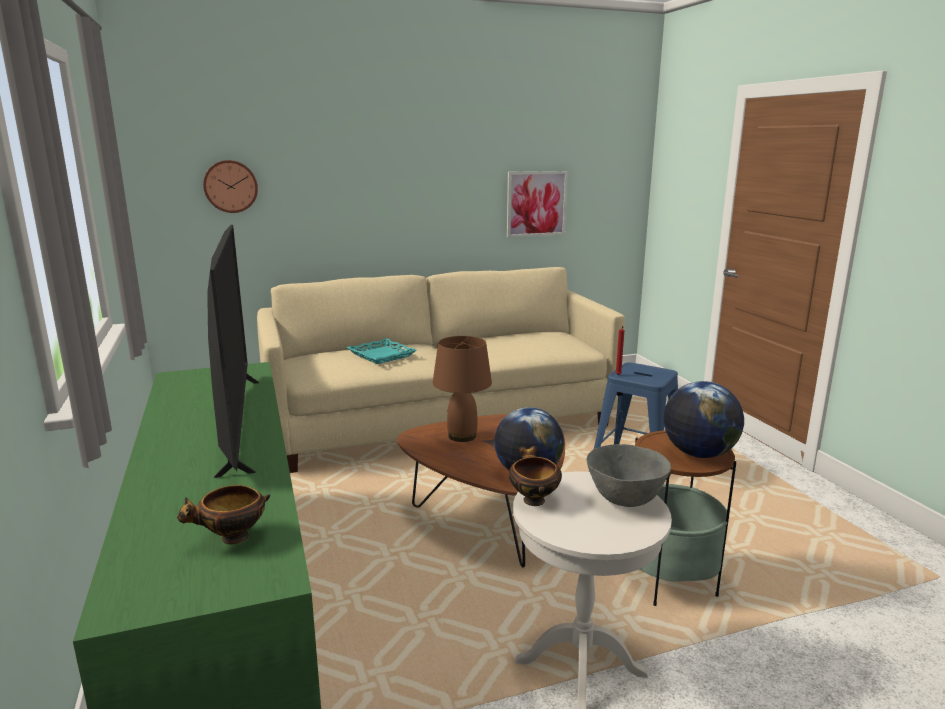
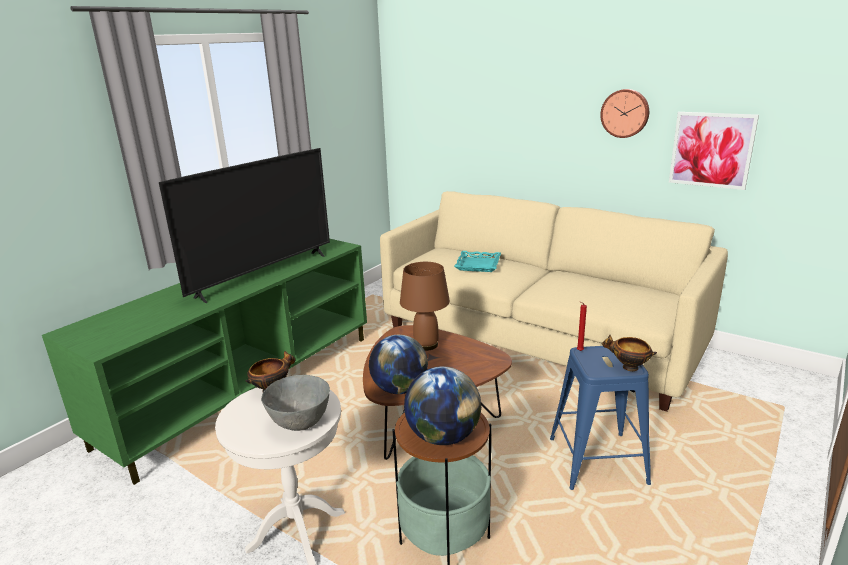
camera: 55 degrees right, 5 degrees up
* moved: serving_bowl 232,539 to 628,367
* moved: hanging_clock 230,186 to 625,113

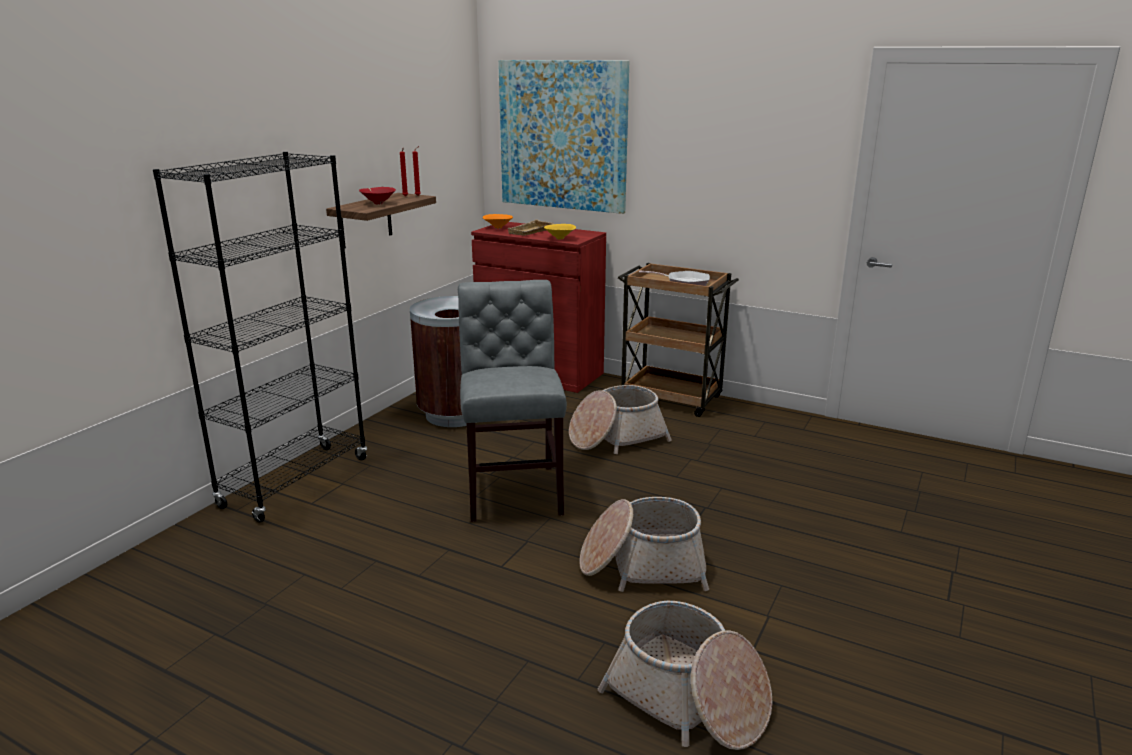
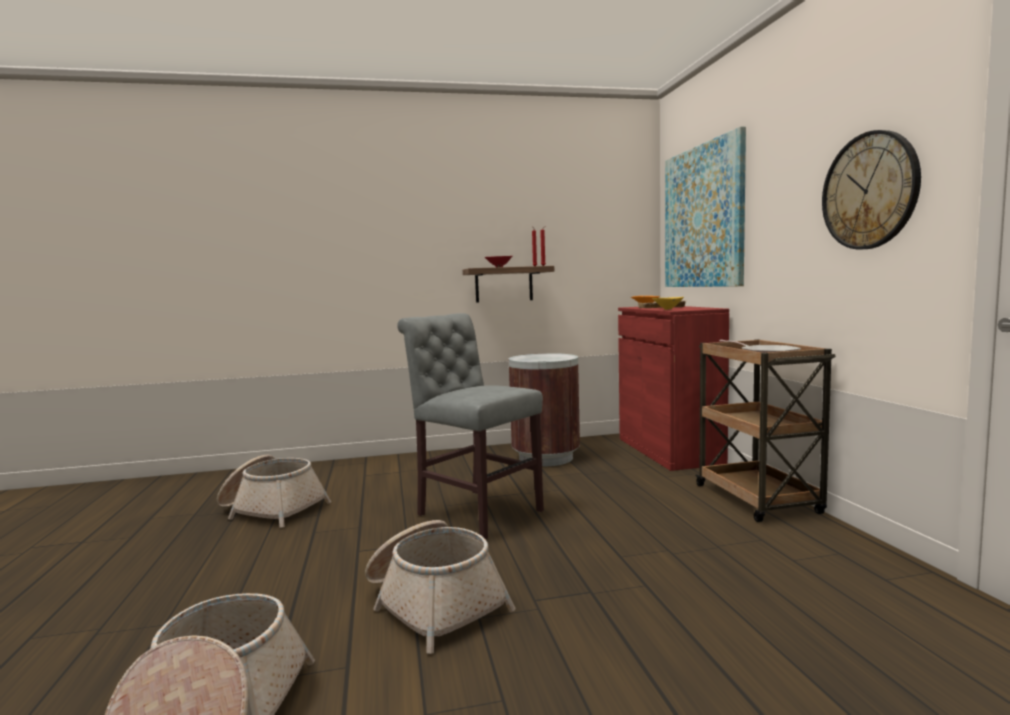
camera: 50 degrees right, 15 degrees down
* removed: black_shelving_unit 295,482
* turned: greyish_upright_chair 513,489 = 475,511 90 degrees counterclockwise
* moved: household_basket 616,437 to 271,509
* added: hanging_clock 869,191

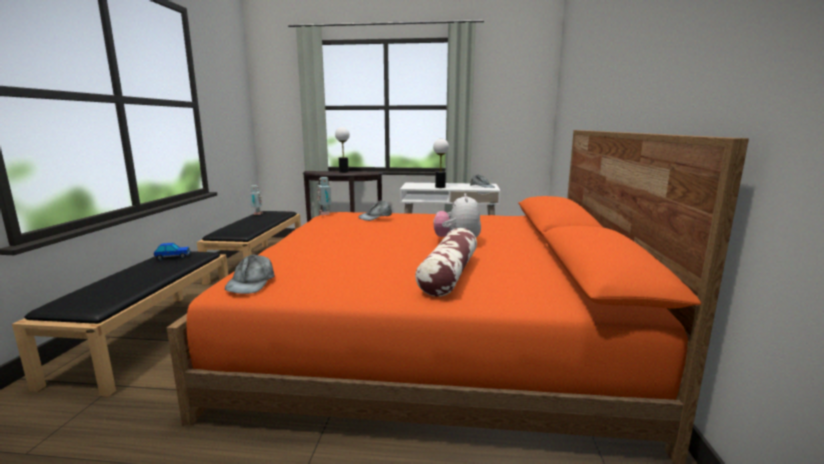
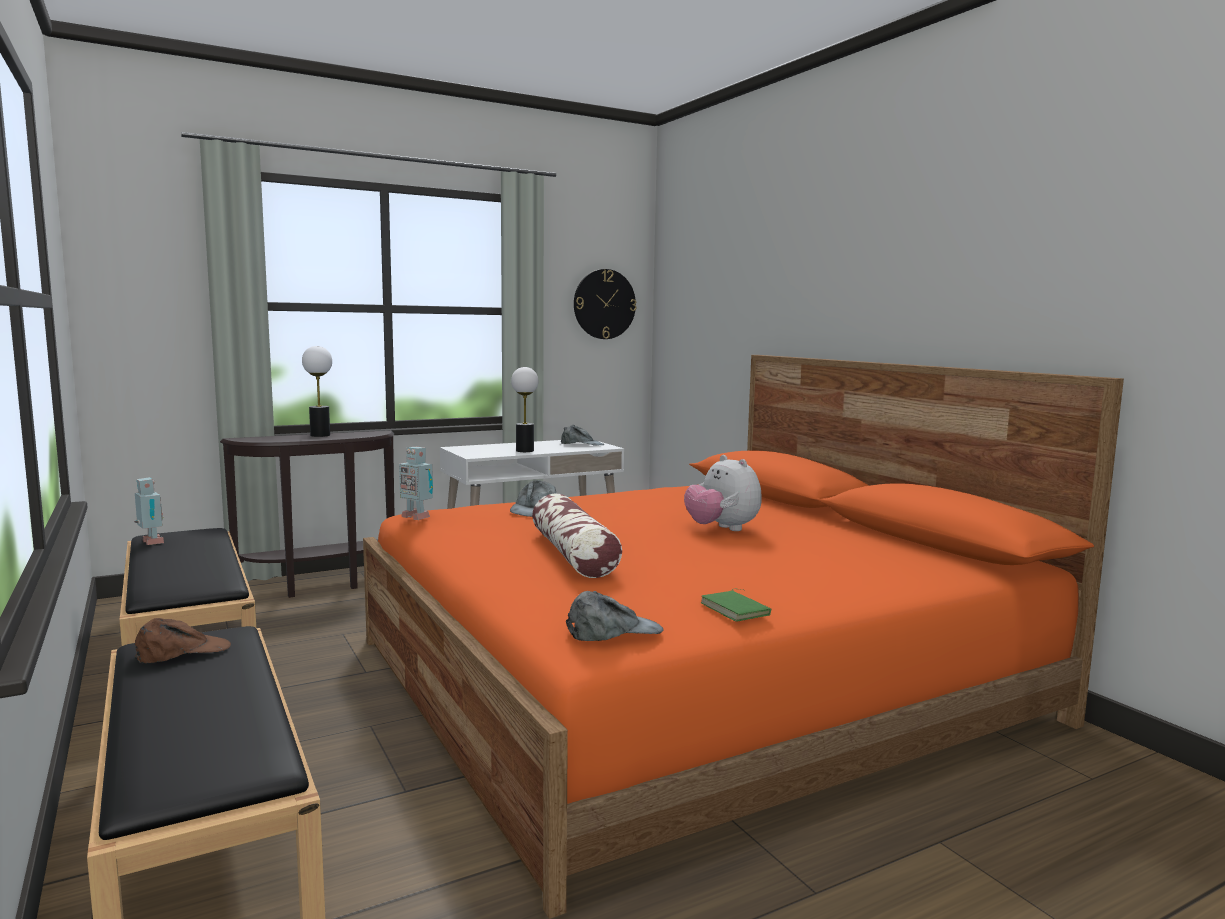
camera: 35 degrees left, 5 degrees down
* replaced: toy_car 173,257 to brown_cap 183,651
* turned: greyish_cap 251,282 = 613,631 75 degrees counterclockwise
* moved: cushion 449,274 to 573,555
* added: hanging_clock 604,304
* added: green_book 737,609

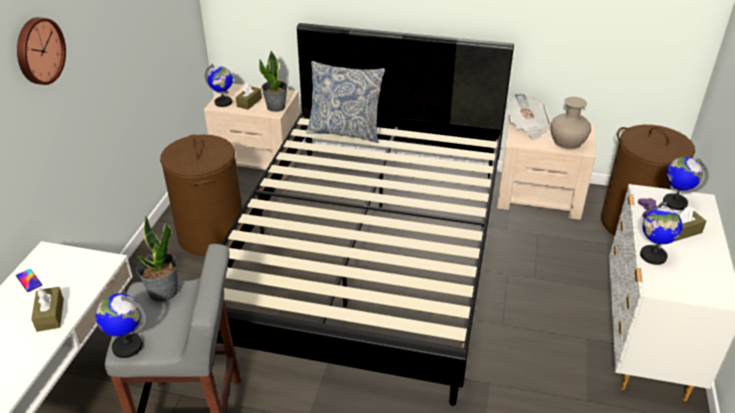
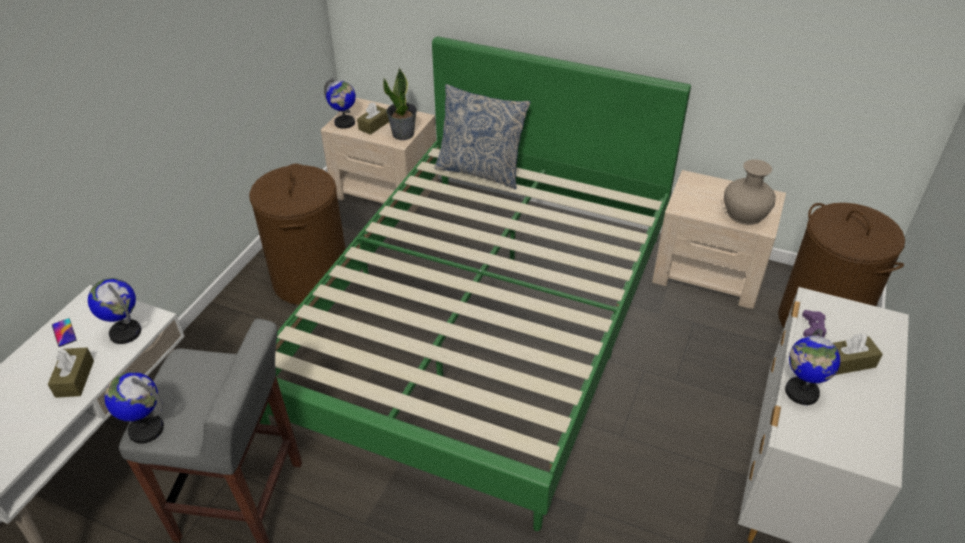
camera: 10 degrees right, 5 degrees up
* removed: hanging_clock 38,51
* removed: potted_plant 163,292
* recoloured: black_sleeping_bed 368,252 to green_sleeping_bed 484,321
* removed: daily_paper 527,127
* moved: desk_globe 674,202 to 126,332

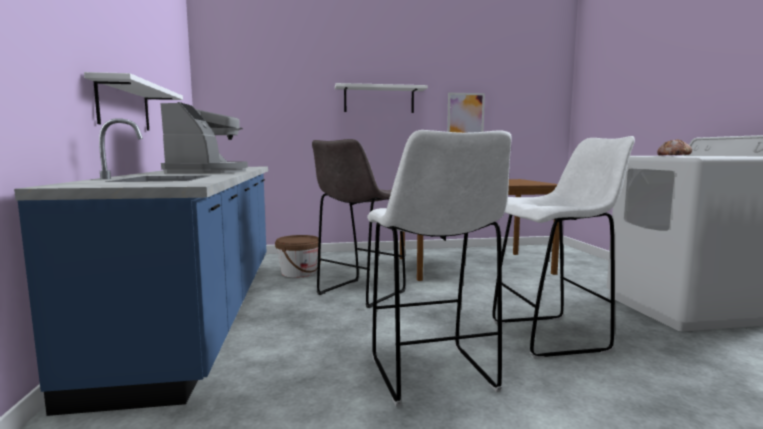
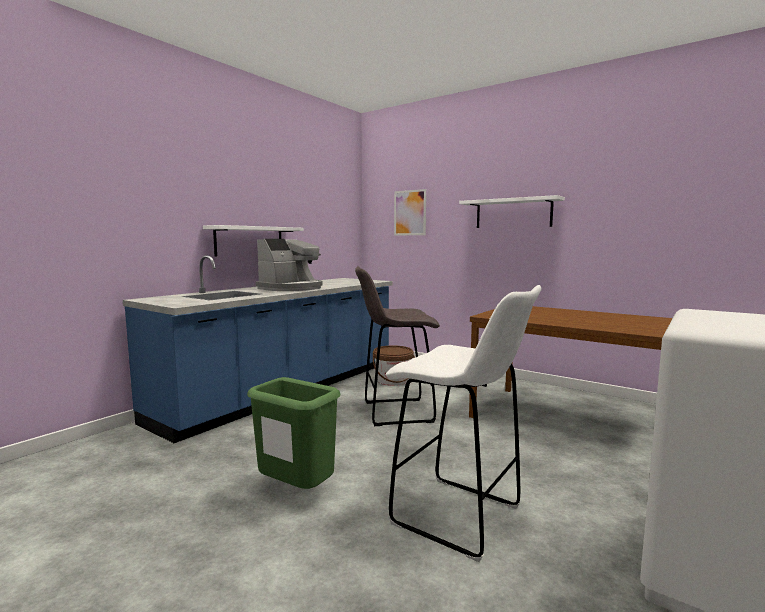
camera: 45 degrees right, 0 degrees up
* replaced: whitish_sitting_stool 432,376 to green_waste_bin 295,493
* moved: wall_art 465,116 to 410,213
* removed: baked_bread 673,155

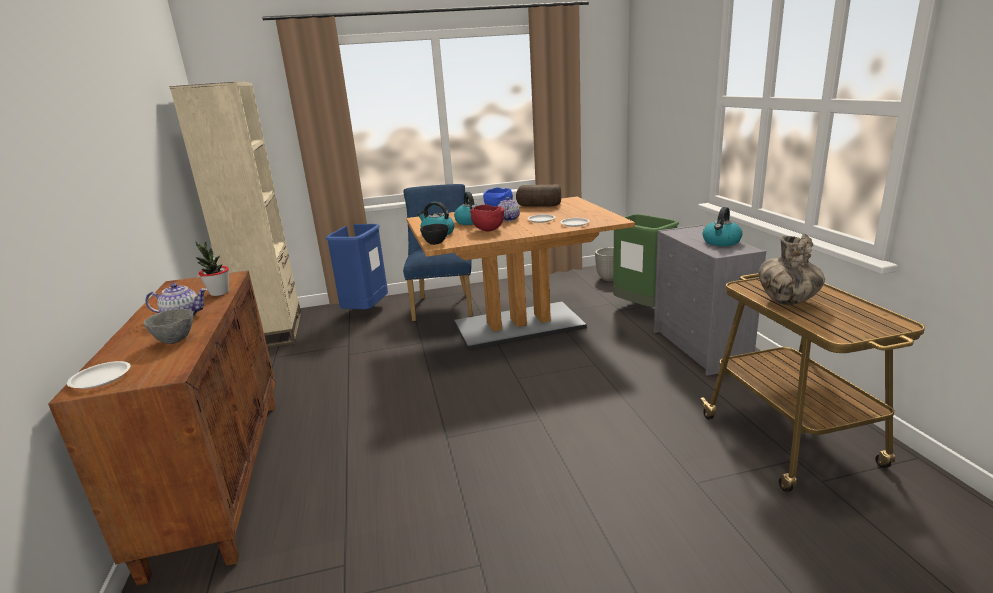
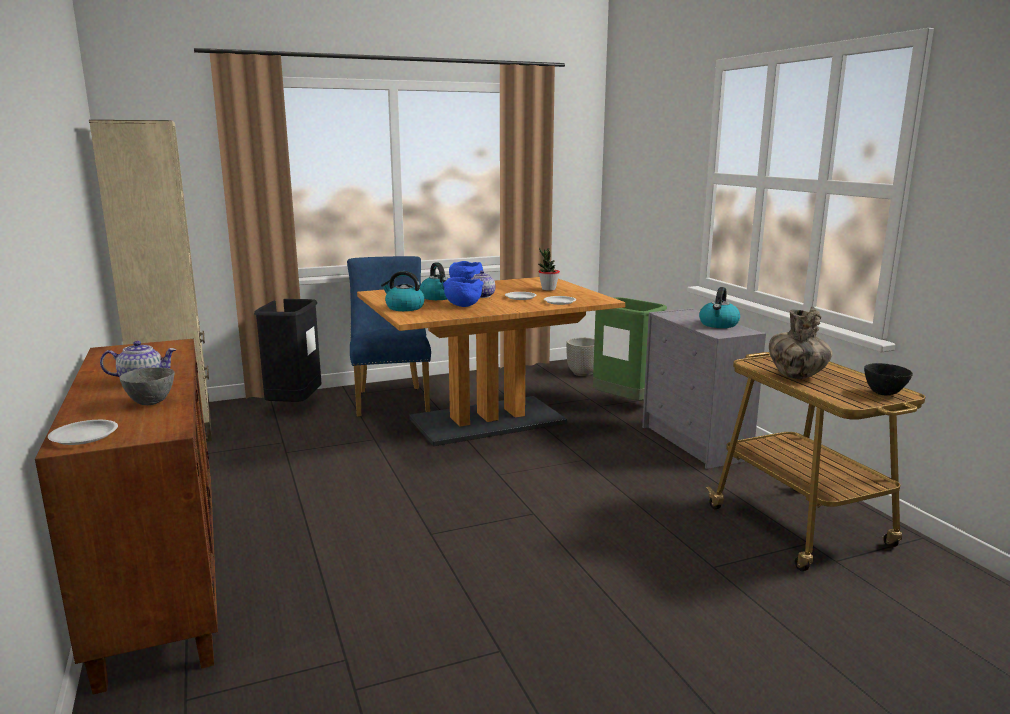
camera: 10 degrees left, 5 degrees down
* moved: potted_plant 219,293 to 548,289
* recoloured: blue-coloured_waste_bin 366,311 to black_waste_bin 295,406
* moved: black_serving_bowl 436,243 to 884,393
* recoloured: red-coloured_serving_bowl 487,230 to blue-coloured_serving_bowl 462,306
* removed: baked_bread 538,206

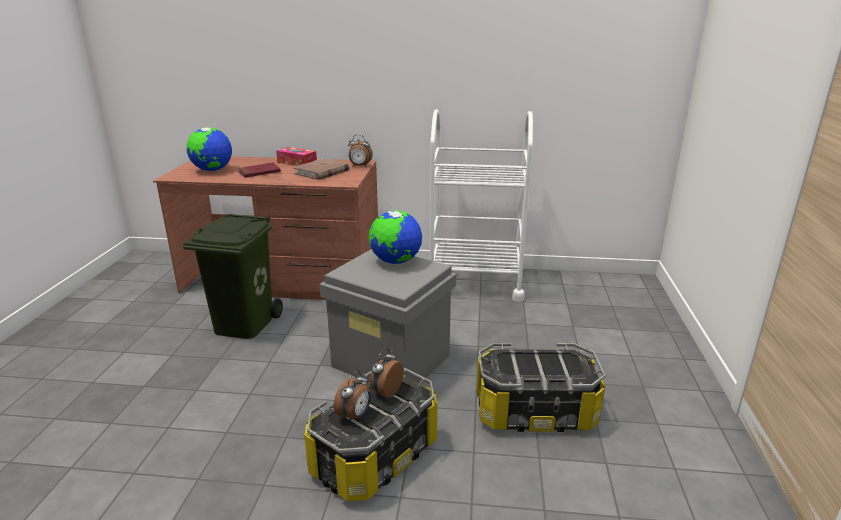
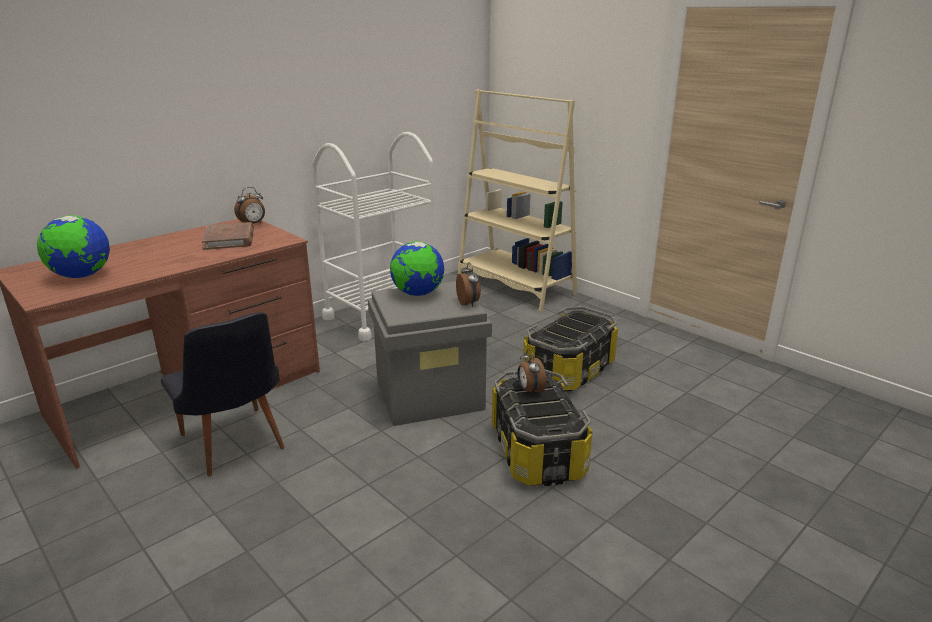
camera: 50 degrees left, 0 degrees up
* replaced: green_waste_bin 243,324 to black_upright_chair 235,447
* removed: red-coloured_book 259,172
* removed: box_of_tissues 297,162
* moved: alarm_clock 355,415 to 468,303
* added: beige-coloured_shelving_unit 515,286

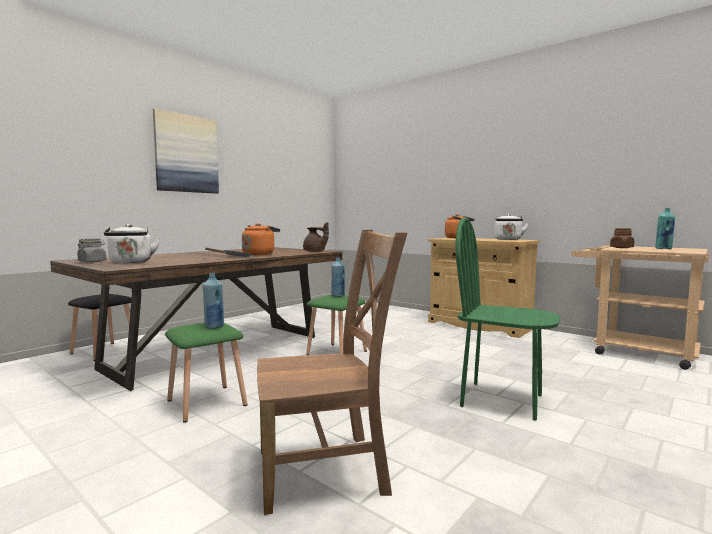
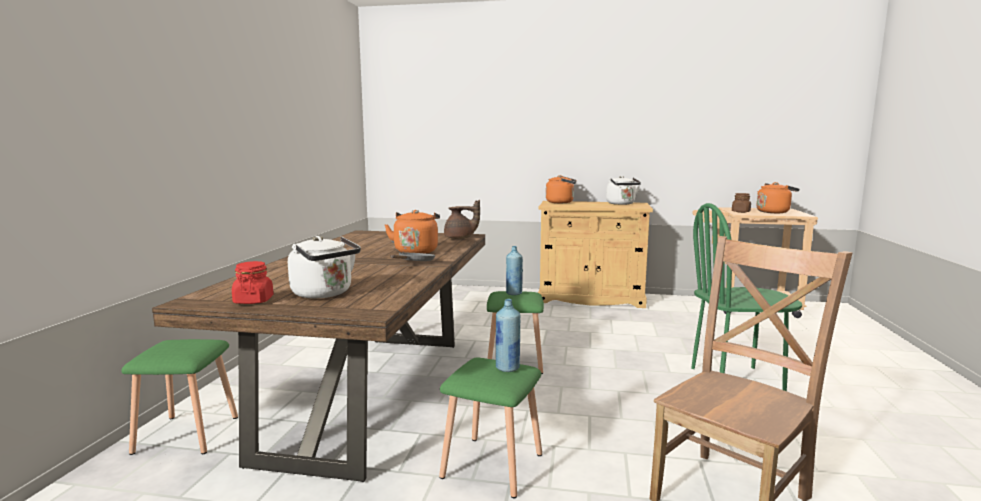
camera: 30 degrees left, 5 degrees up
* recoloured: black_sitting_stool 105,351 to green_sitting_stool 187,433
* recoloured: greyish_storage_jar 92,261 to red-coloured_storage_jar 253,301
* removed: wall_art 186,154
* replaced: turquoise-coloured_bottle 663,249 to orange_tea_kettle 774,212

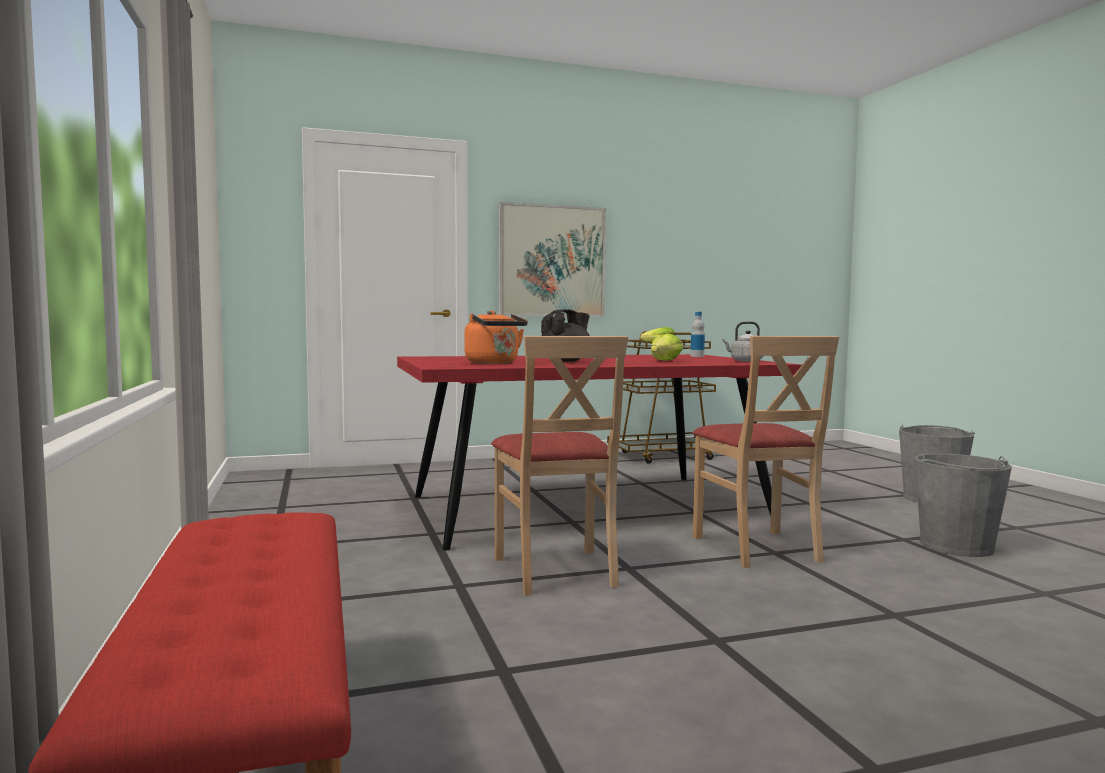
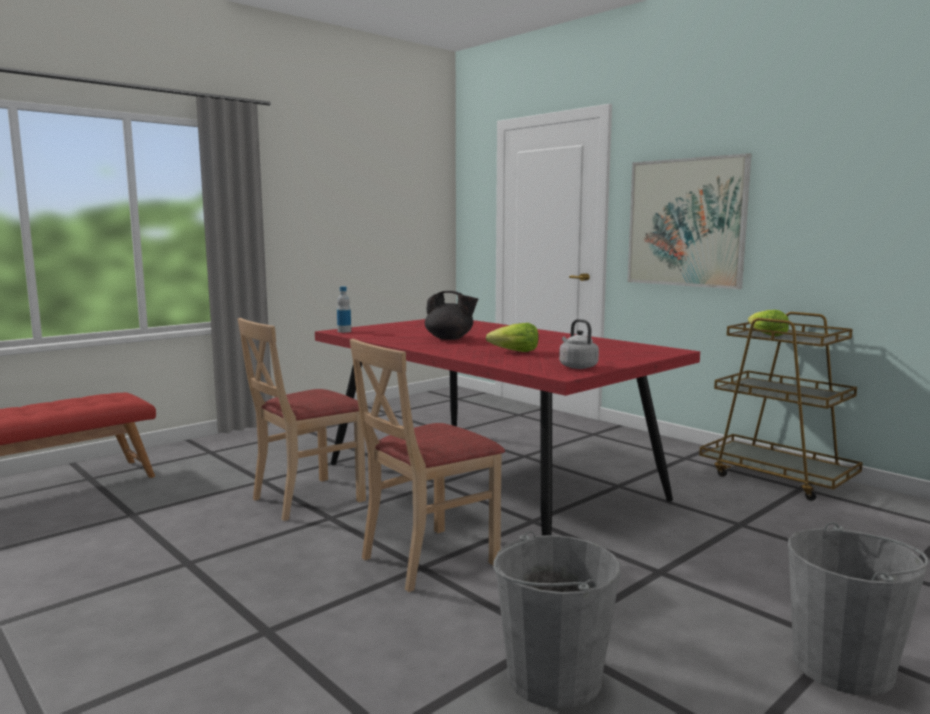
camera: 65 degrees right, 5 degrees up
* removed: orange_tea_kettle 494,363
* moved: bottle 697,356 to 344,331

